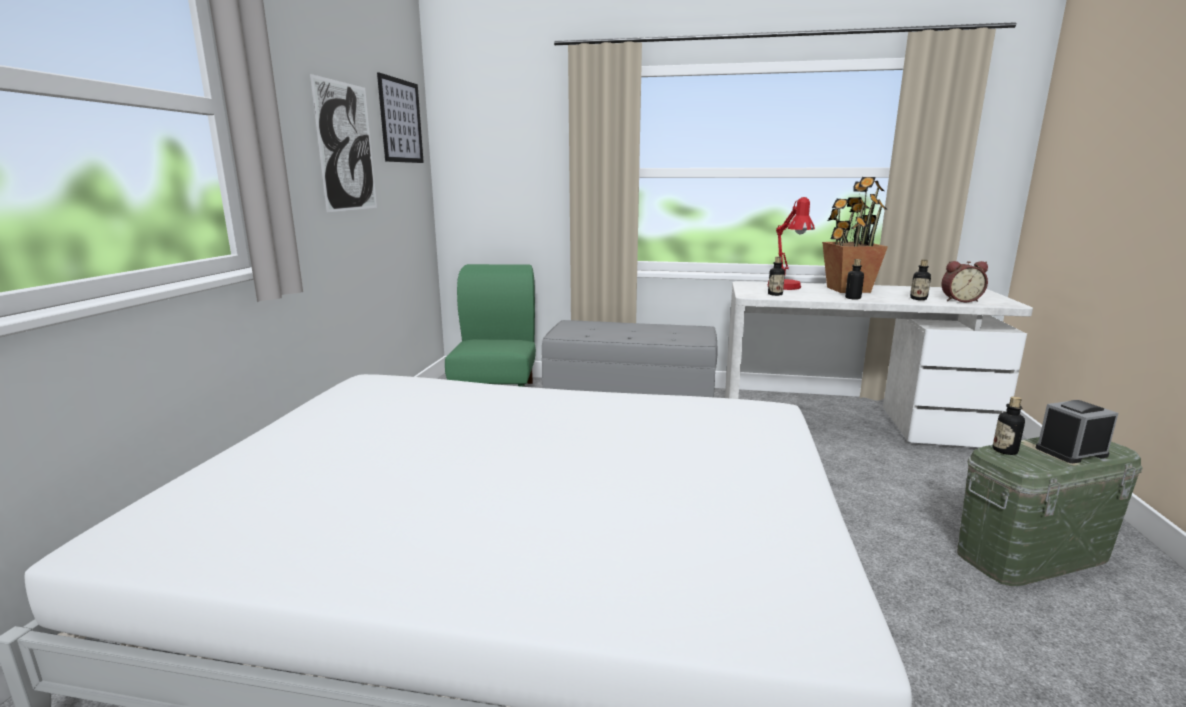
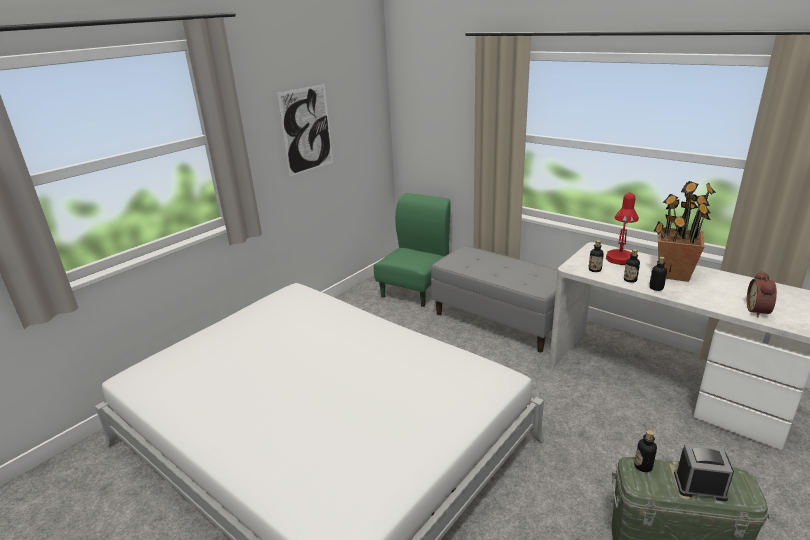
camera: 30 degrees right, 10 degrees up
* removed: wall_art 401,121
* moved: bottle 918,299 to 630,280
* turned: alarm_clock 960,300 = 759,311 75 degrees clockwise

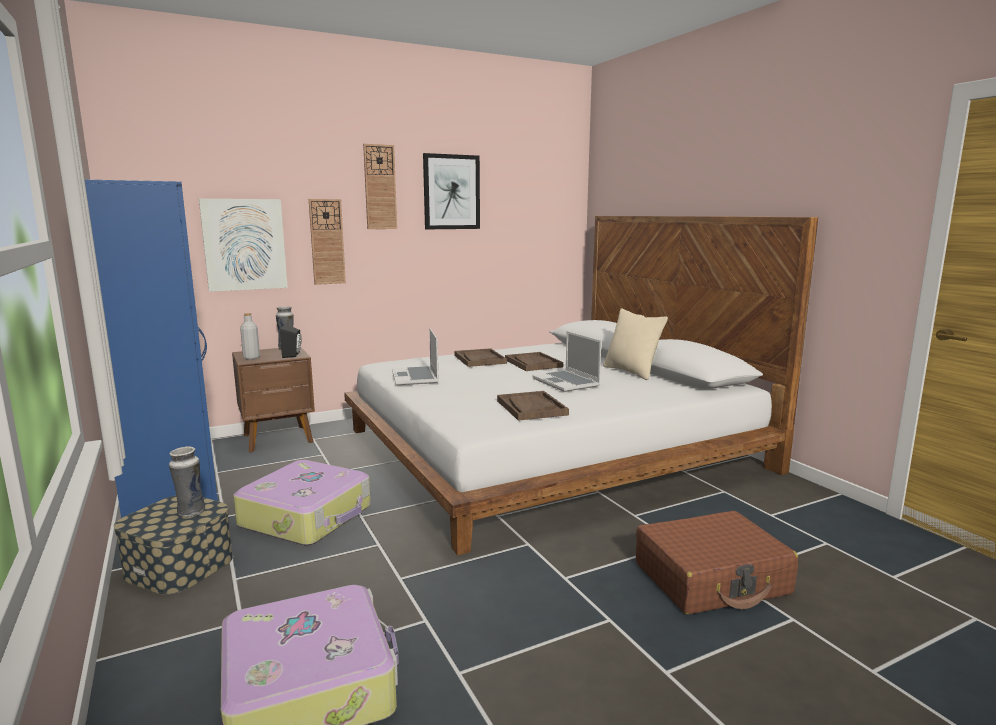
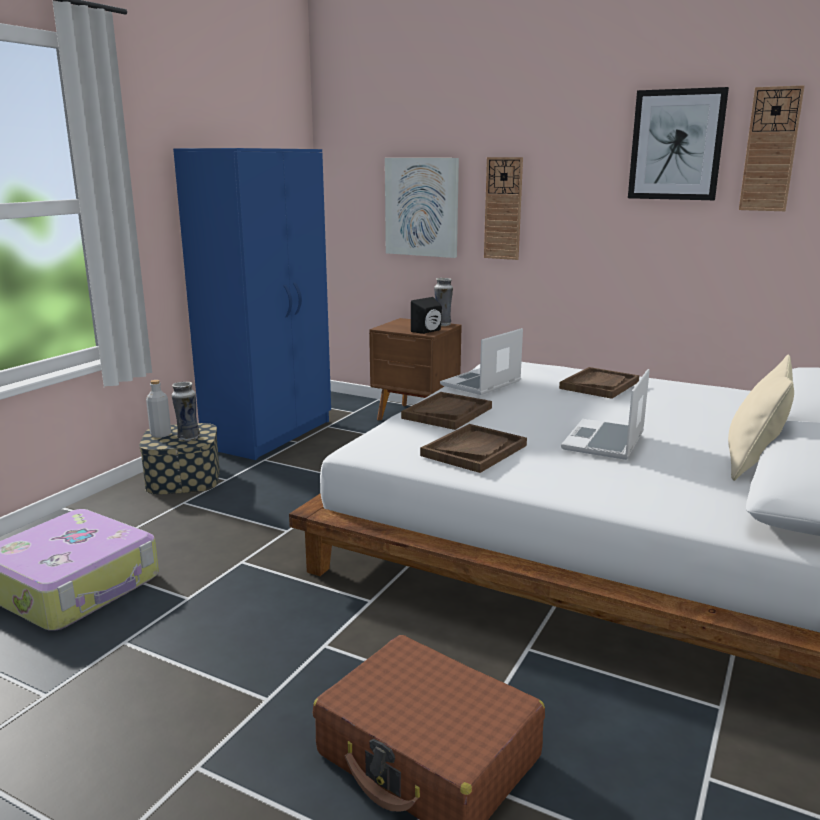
camera: 55 degrees right, 5 degrees up
* removed: suitcase 308,516
* moved: greyish_bottle 251,358 to 160,434
* moved: hanging_clock 380,187 to 770,150
* moved: brown_tray 533,363 to 447,413

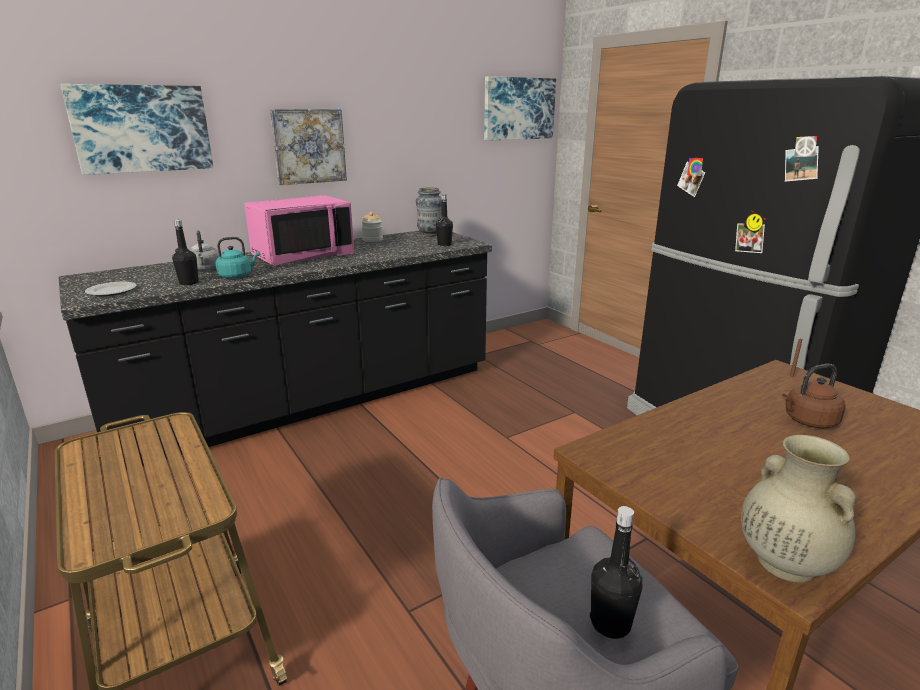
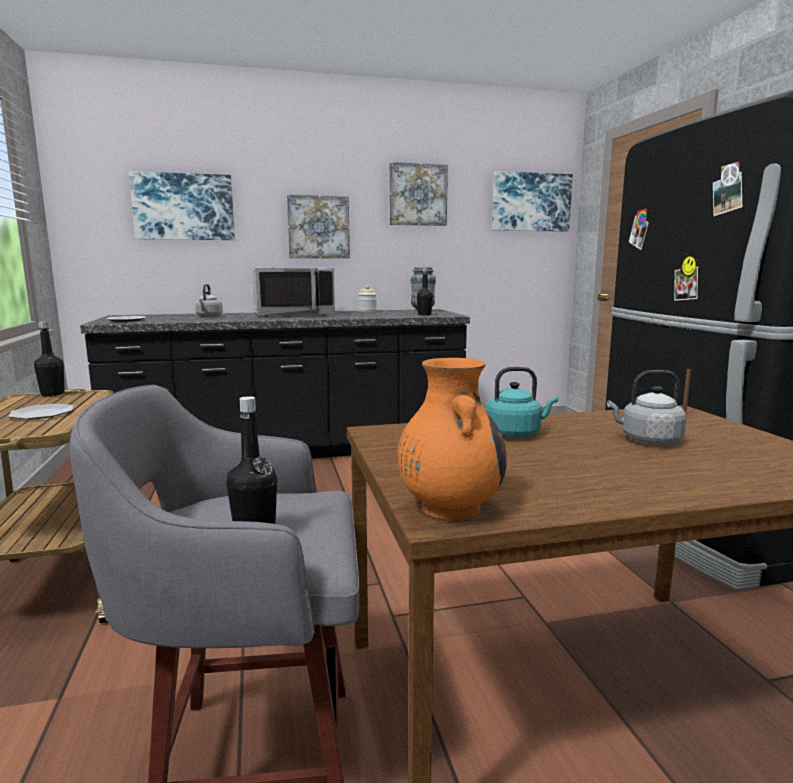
camera: 20 degrees right, 10 degrees down
* moved: black_bottle 189,283 to 52,394
* moved: turquoise-coloured_tea_kettle 237,276 to 516,433
* recoloured: pinkish_kitchen_microwave 302,255 to greyish_kitchen_microwave 294,314
* recoloured: beige-coloured_decorative_vase 783,562 to orange_decorative_vase 449,507
* recoloured: brown_tea_kettle 808,421 to greyish_tea_kettle 647,440
* added: flat_dish 42,414
* added: wall_art 417,195

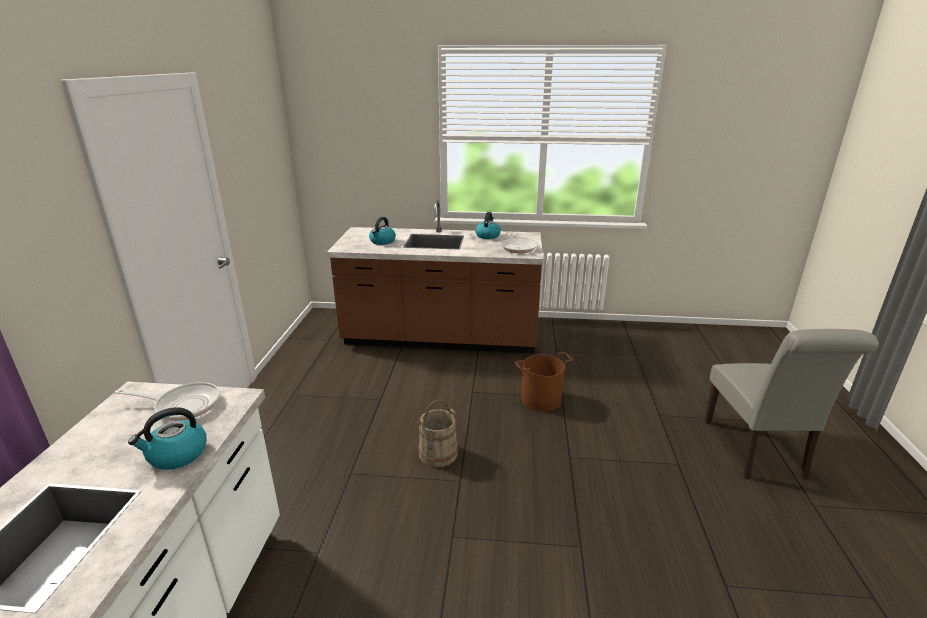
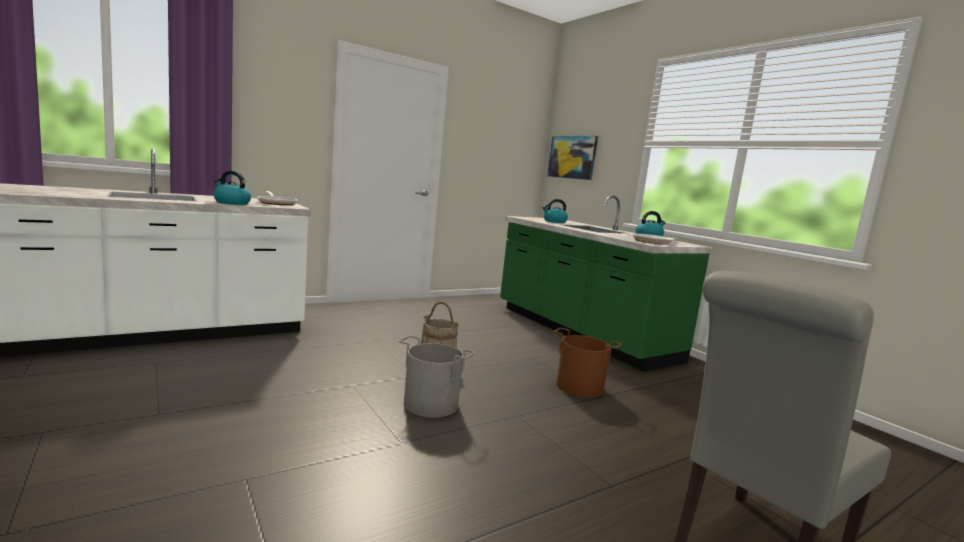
camera: 50 degrees right, 15 degrees down
* recoloured: brown_kitchen_counter 441,337 to green_kitchen_counter 581,332
* added: greyish_water_bucket 430,404
* added: wall_art 572,157

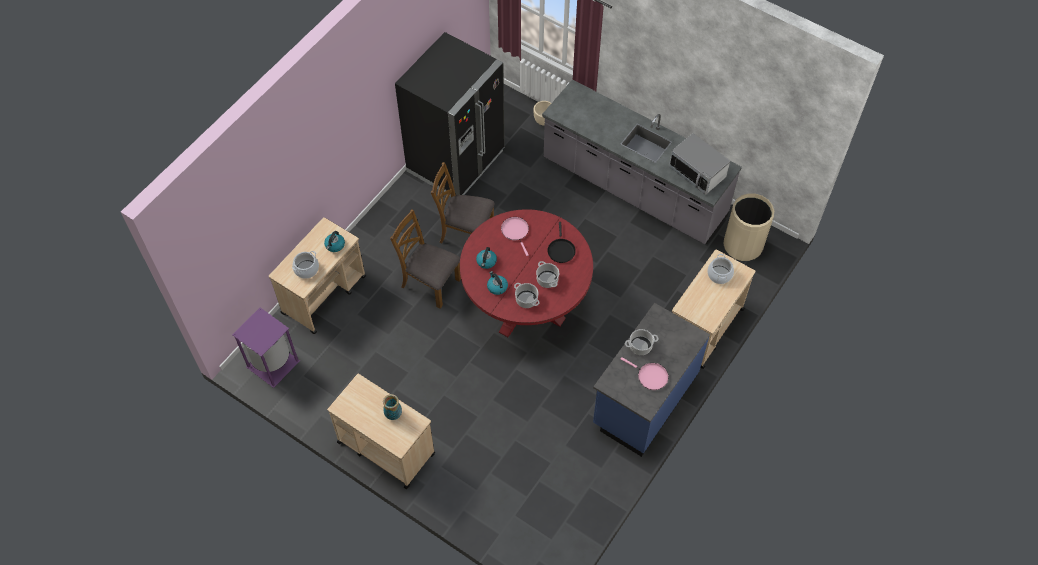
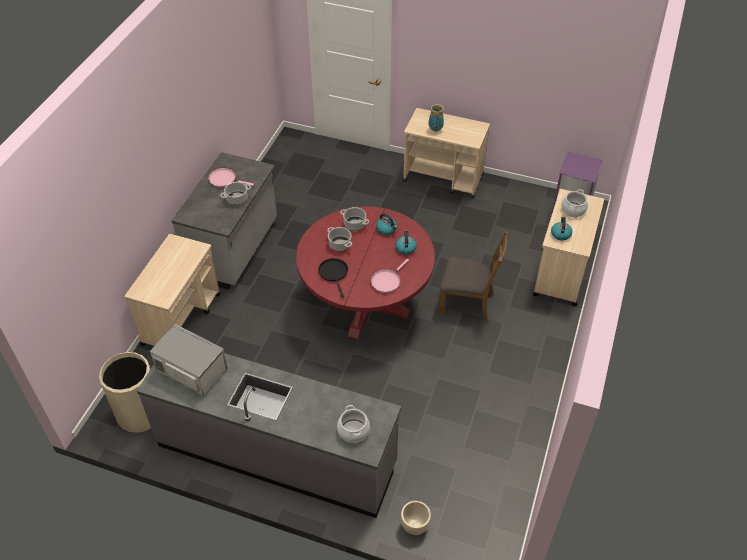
camera: 165 degrees right, 10 degrees down
* removed: black_kitchen_fridge 456,161
* removed: brown_upright_chair 465,233
* turned: pinkish_pan 515,231 = 386,281 75 degrees clockwise
* recoloured: blue-coloured_kitchen_counter 644,399 to greyish_kitchen_counter 235,250
* moved: saucepot 719,274 to 353,431

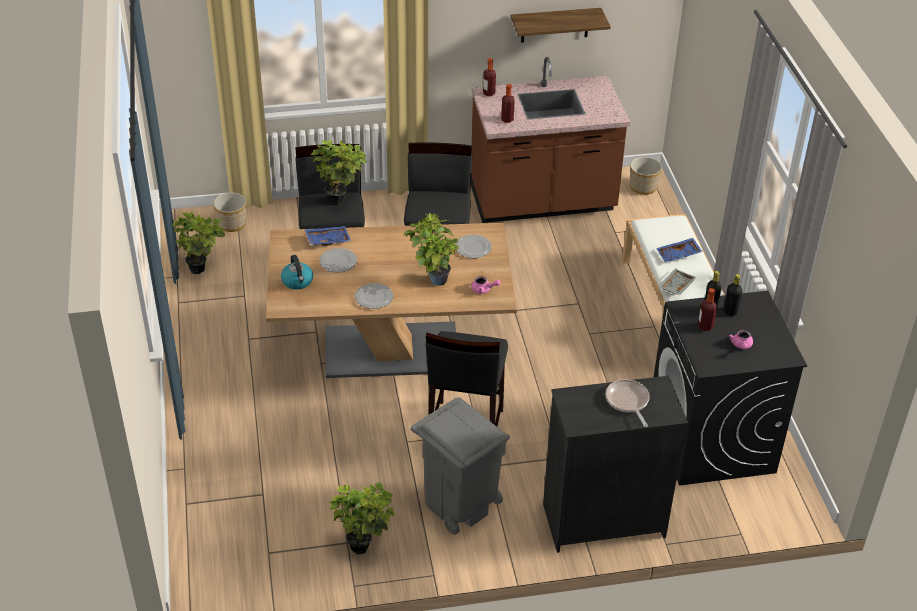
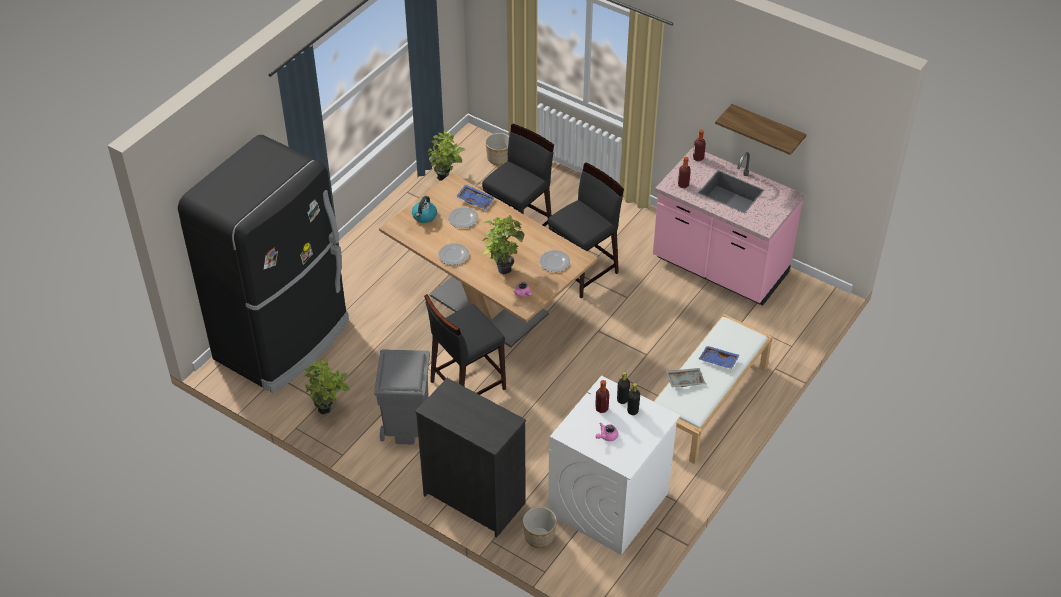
camera: 45 degrees right, 5 degrees up
* removed: potted_plant 340,200
* recoloured: brown_kitchen_counter 542,202 to pinkish_kitchen_counter 719,268
* removed: pan 628,401
* moved: flower_pot 643,187 to 539,537
* recoloured: black_laundry_machine 712,440 to whitish_laundry_machine 608,504
* added: black_kitchen_fridge 284,340

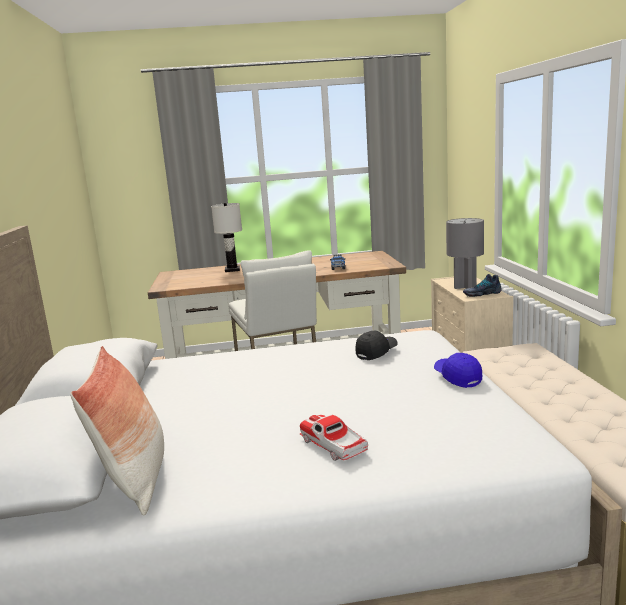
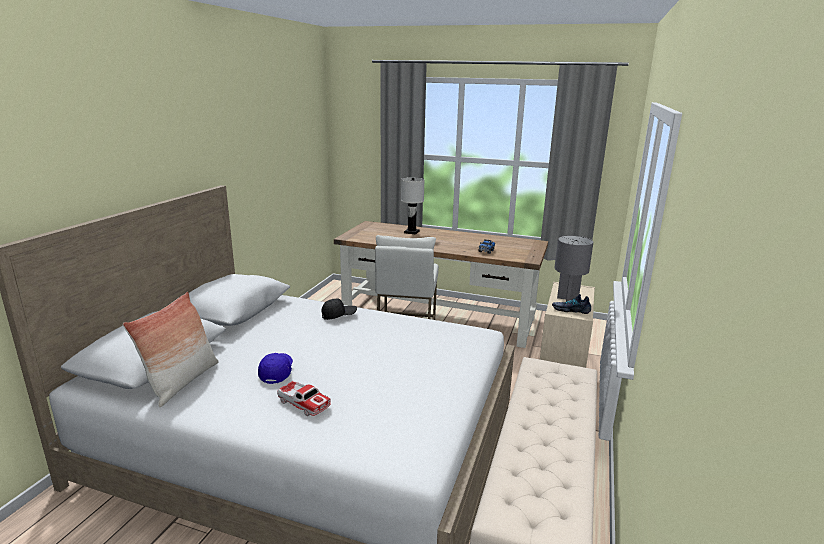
camera: 25 degrees right, 5 degrees up
* turned: toy_car 333,445 = 303,403 135 degrees clockwise
* moved: black_cap 376,353 to 339,315
* moved: blue-coloured_cap 457,378 to 276,372

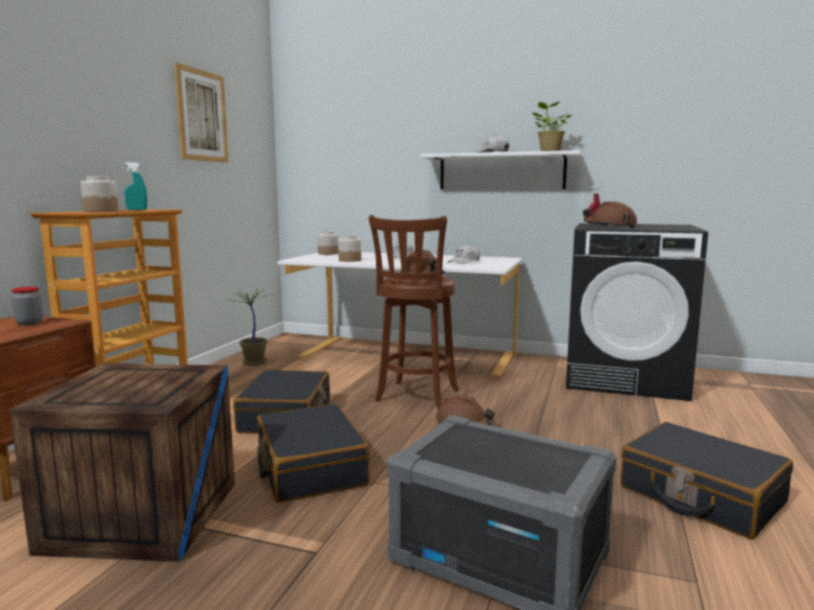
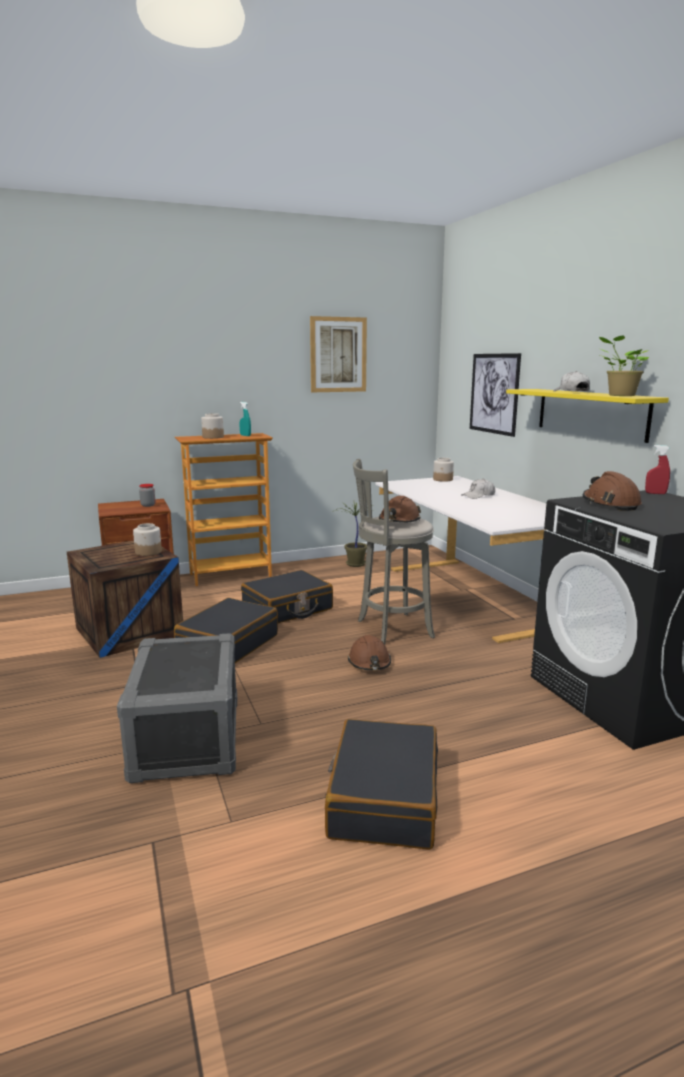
camera: 50 degrees right, 5 degrees up
* moved: storage_jar 350,260 to 148,552
* recoloured: brown_sitting_stool 415,397 to greyish_sitting_stool 390,629
* recoloured: whitish_bracket_shelf 501,171 to yellowish_bracket_shelf 590,413
* removed: whitish_cap 464,262
* added: wall_art 494,393

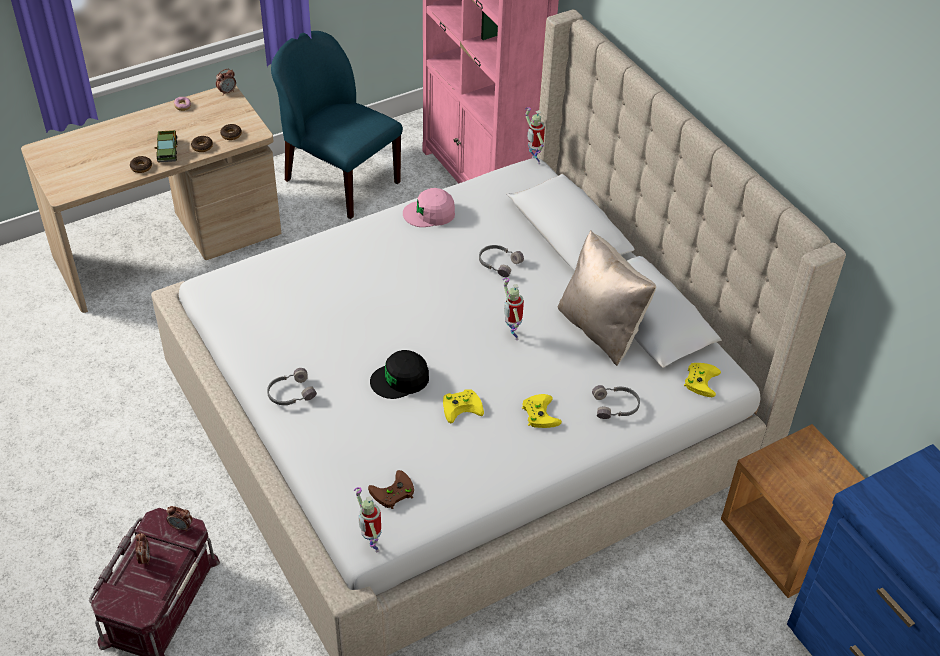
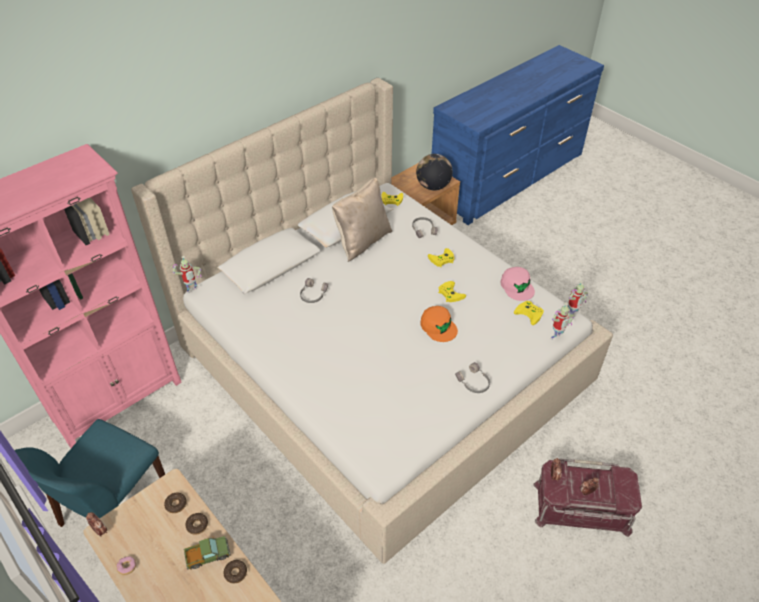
camera: 100 degrees left, 0 degrees up
* recoloured: brown_gamepad 392,493 to yellowish_gamepad 530,313
* recoloured: black_cap 400,379 to orange_cap 438,326
* moved: pinkish_cap 430,213 to 517,286
* moved: robot_figure 511,334 to 556,338
* added: desk_globe 433,186

